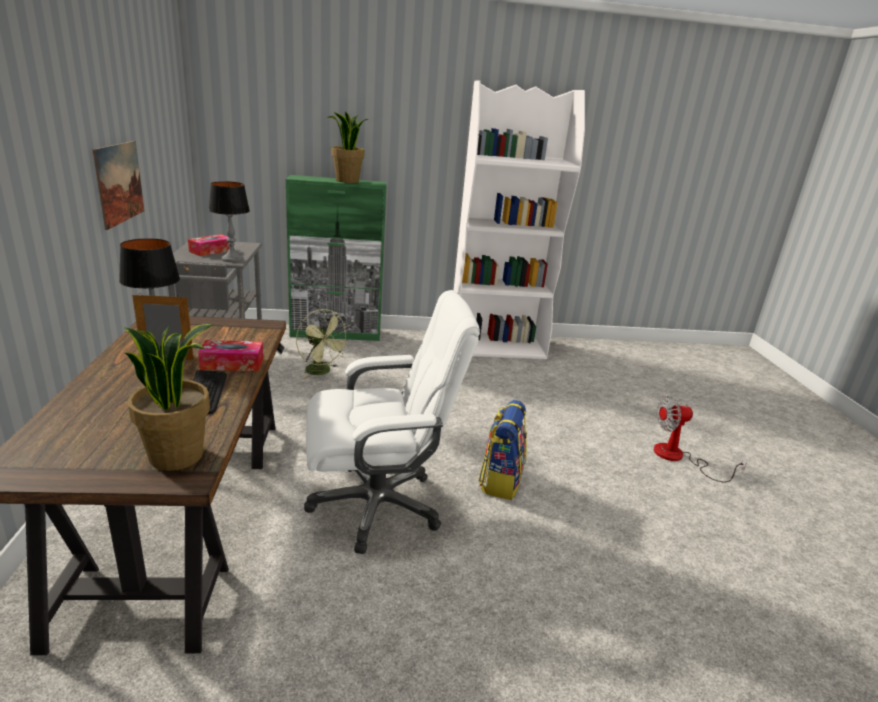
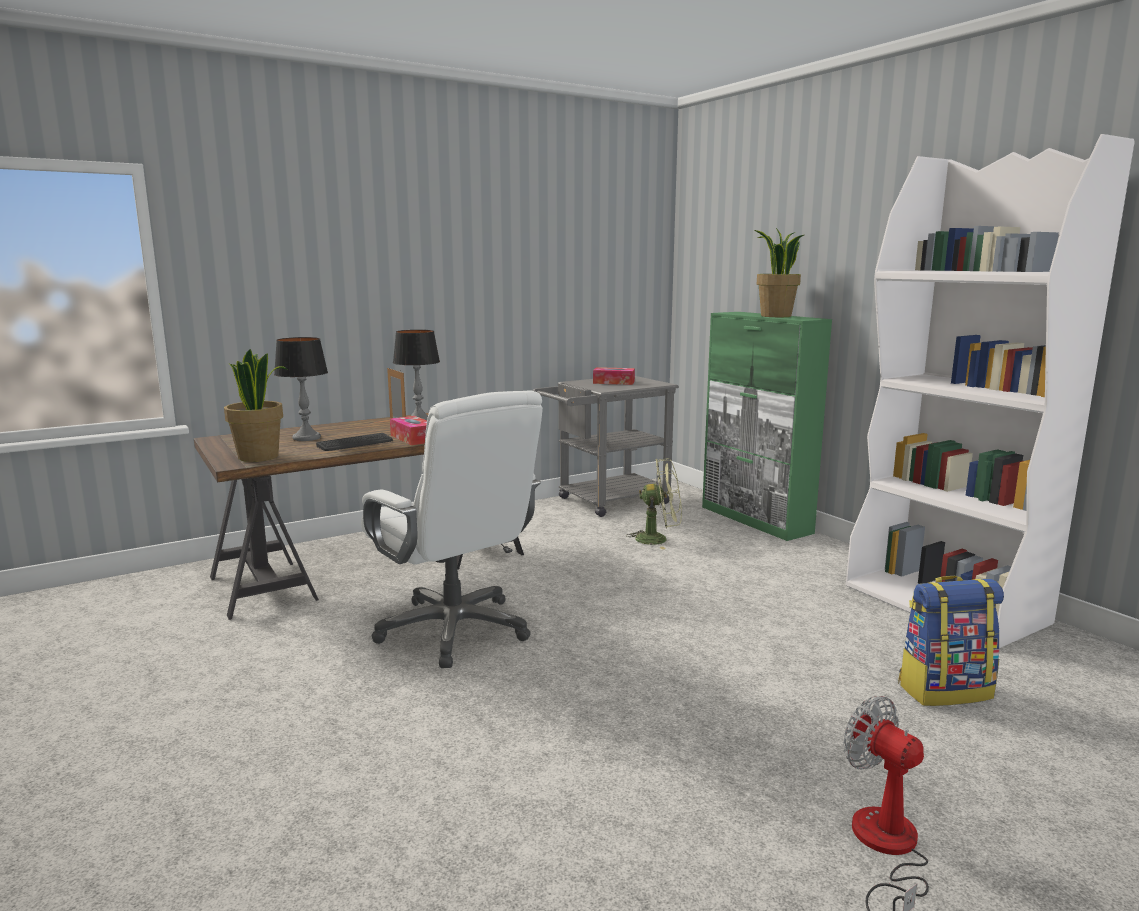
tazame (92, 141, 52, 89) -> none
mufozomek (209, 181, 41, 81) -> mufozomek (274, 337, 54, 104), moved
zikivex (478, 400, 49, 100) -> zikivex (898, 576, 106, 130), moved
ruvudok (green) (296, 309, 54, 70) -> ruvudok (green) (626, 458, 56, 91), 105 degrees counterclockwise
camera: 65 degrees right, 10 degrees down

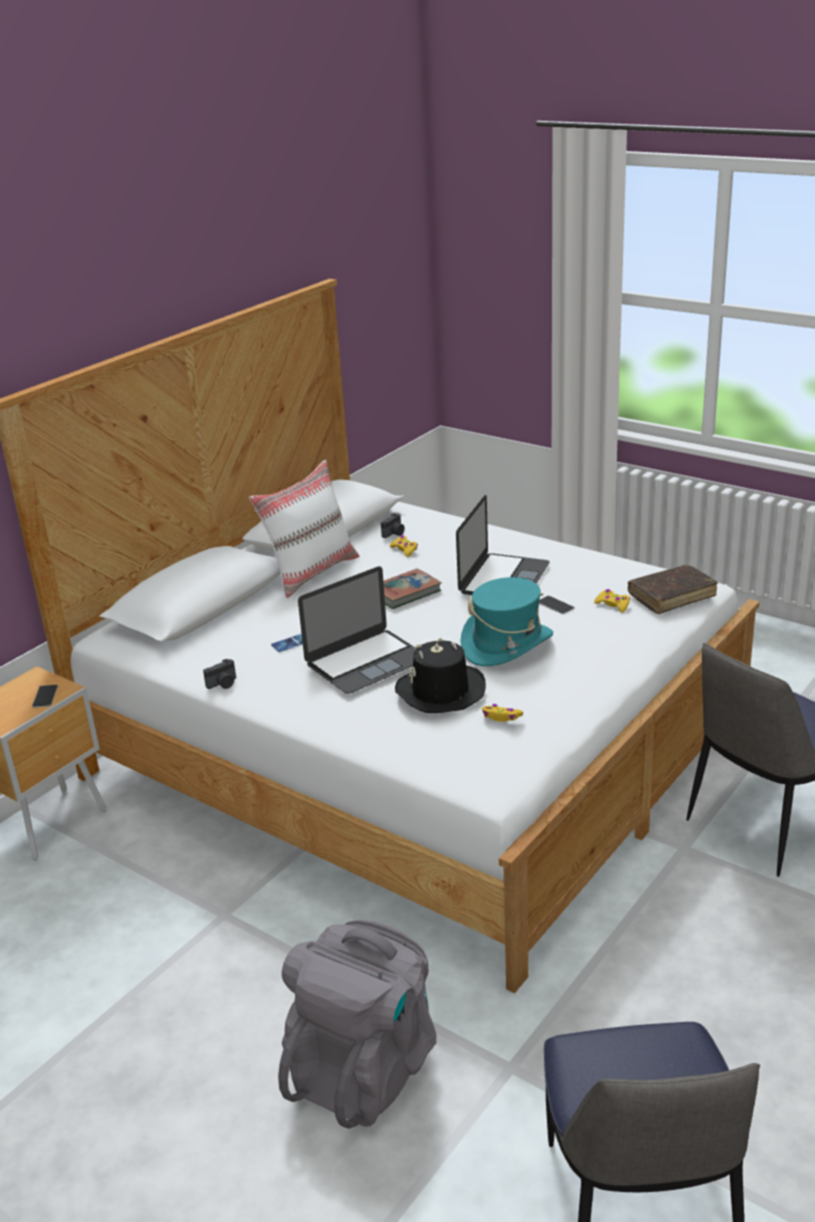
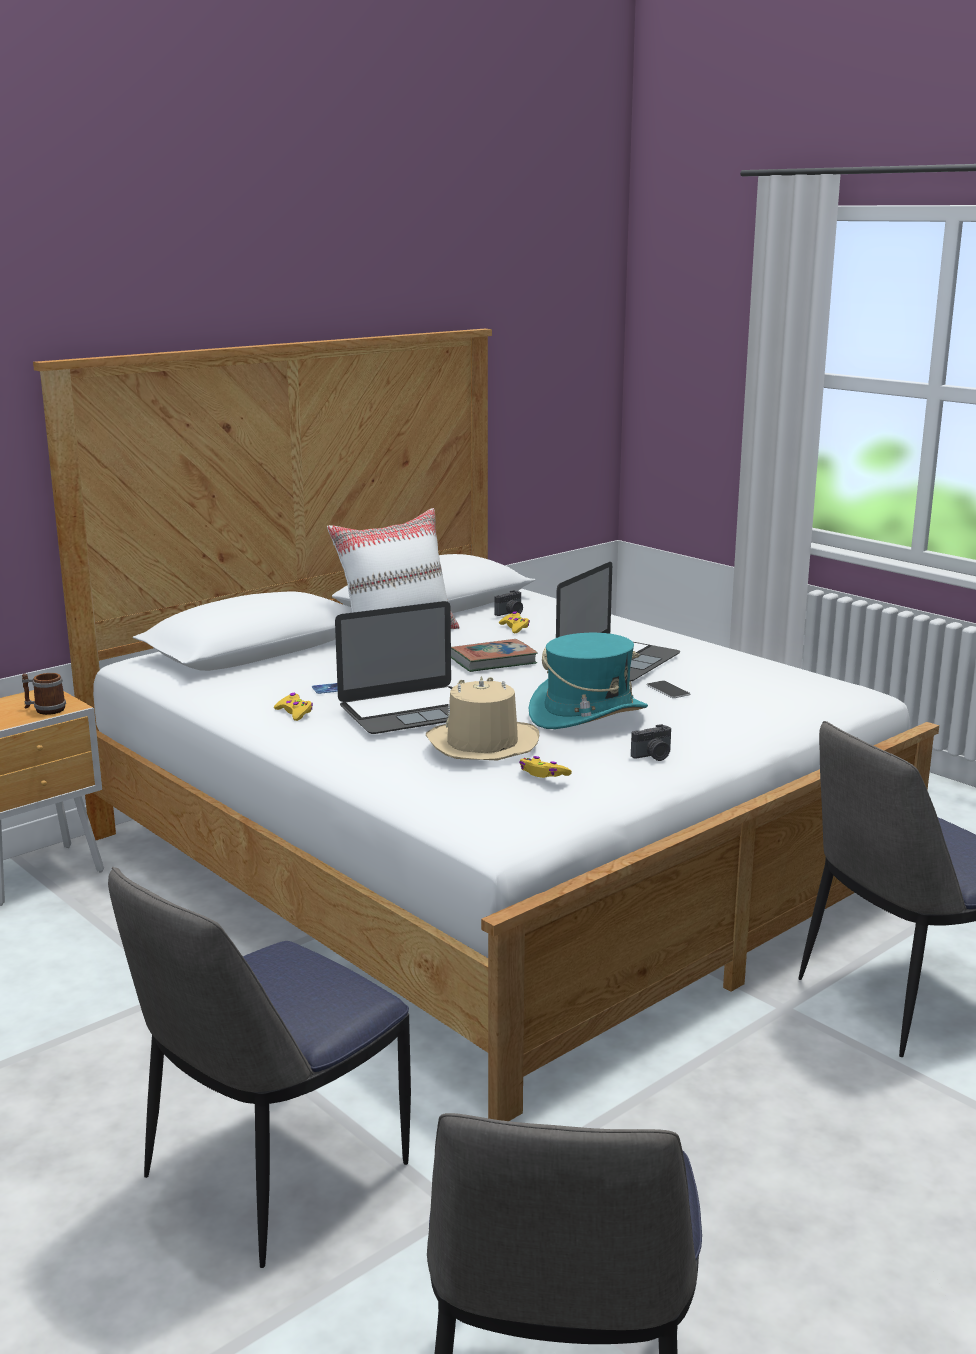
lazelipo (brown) (628, 565, 90, 49) -> none
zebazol (203, 659, 33, 30) -> zebazol (631, 724, 40, 37), moved
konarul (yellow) (594, 589, 36, 24) -> konarul (yellow) (274, 693, 39, 28), moved
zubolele (32, 685, 26, 23) -> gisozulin (22, 673, 44, 42)
zikivex (grey) (278, 920, 159, 209) -> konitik (108, 867, 303, 401)
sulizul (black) (395, 638, 91, 75) -> sulizul (beige) (426, 676, 113, 85)
camera: 10 degrees right, 10 degrees down

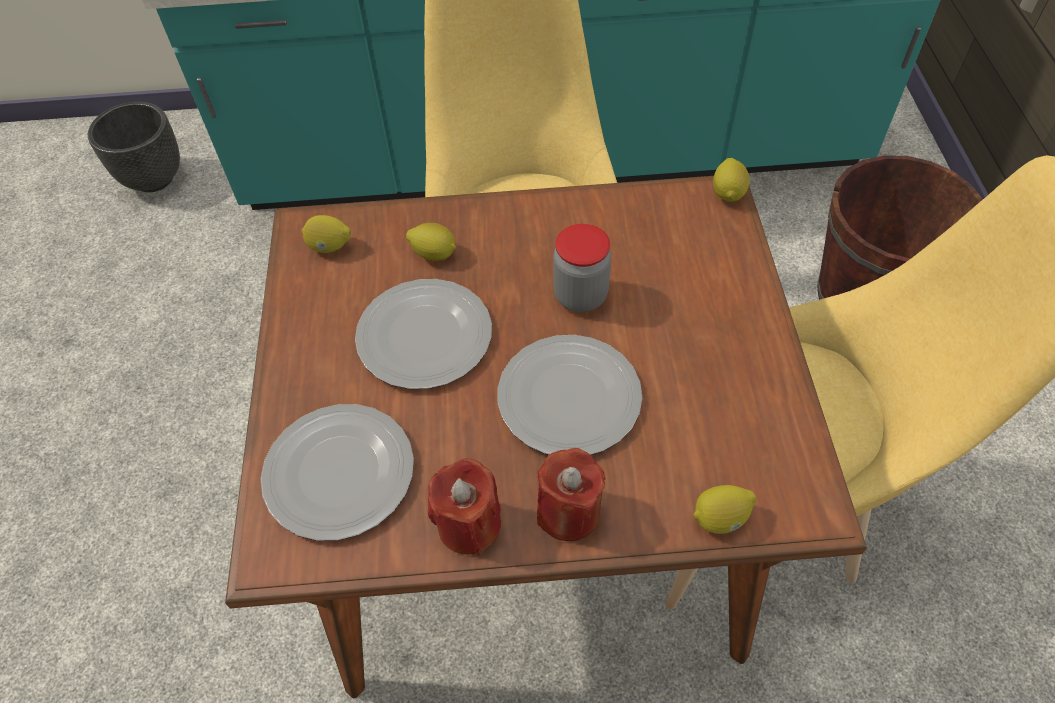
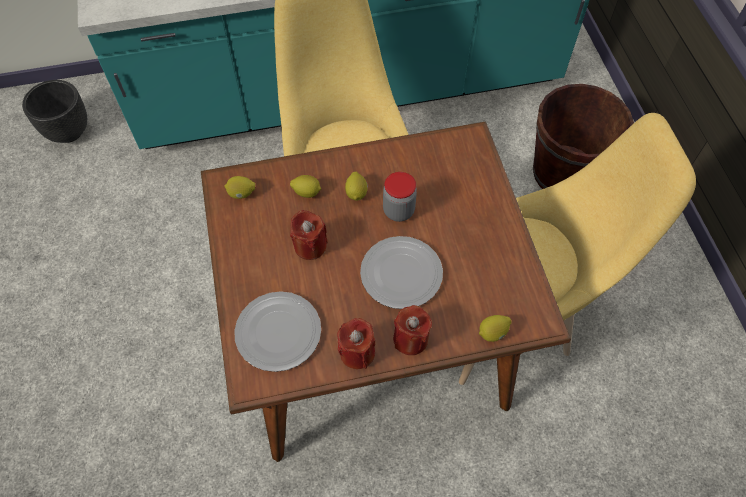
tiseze (713, 158, 37, 44) -> tiseze (345, 172, 23, 29), moved
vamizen (355, 279, 137, 110) -> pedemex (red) (290, 210, 38, 50)
camera: 10 degrees left, 5 degrees up

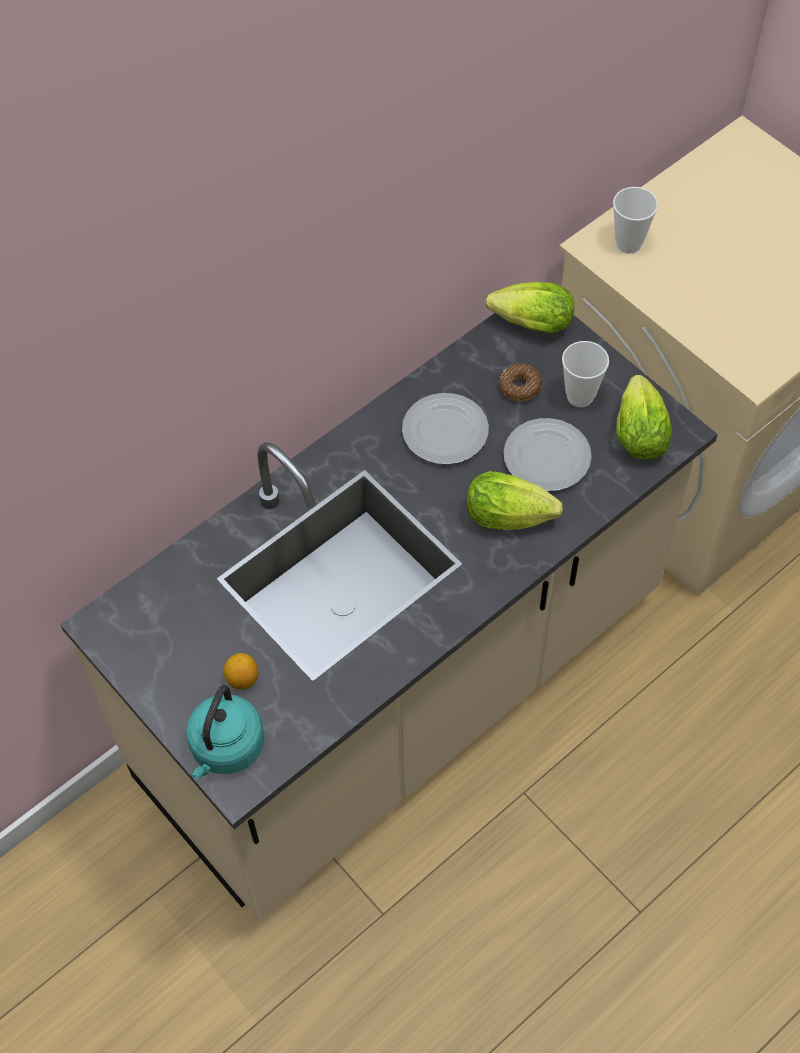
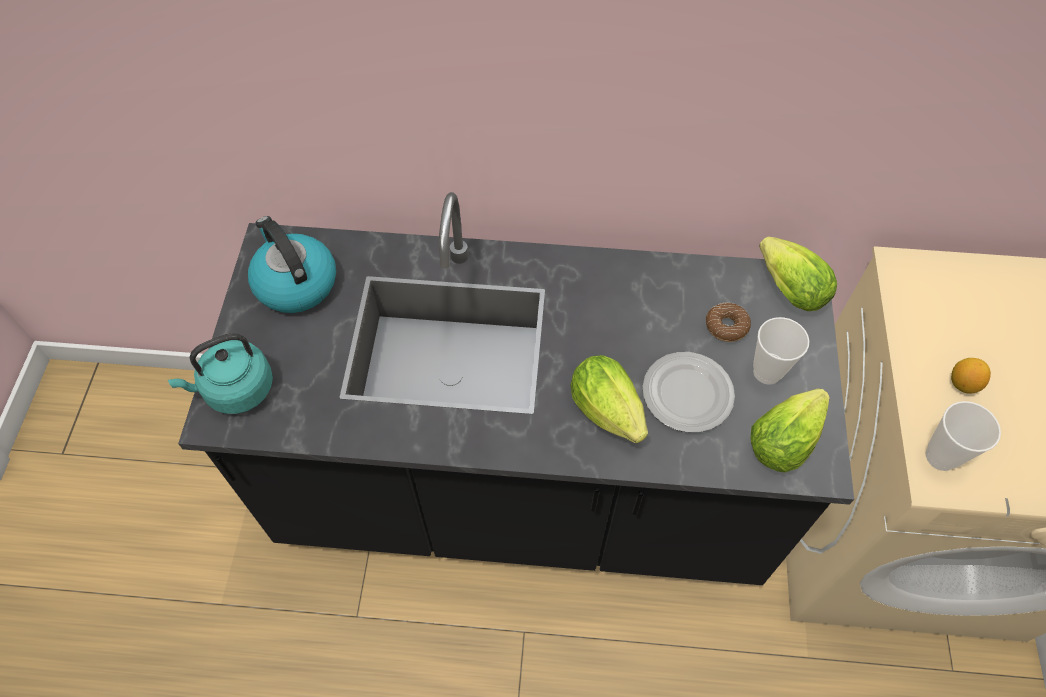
vamizen (402, 393, 87, 72) -> none
none -> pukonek (248, 216, 88, 97)
tiseze (223, 653, 35, 37) -> tiseze (951, 358, 40, 36), moved
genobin (613, 187, 45, 67) -> genobin (926, 401, 75, 70), moved
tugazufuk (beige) (60, 313, 658, 608) -> tugazufuk (black) (178, 192, 676, 393)
camera: 45 degrees right, 0 degrees up

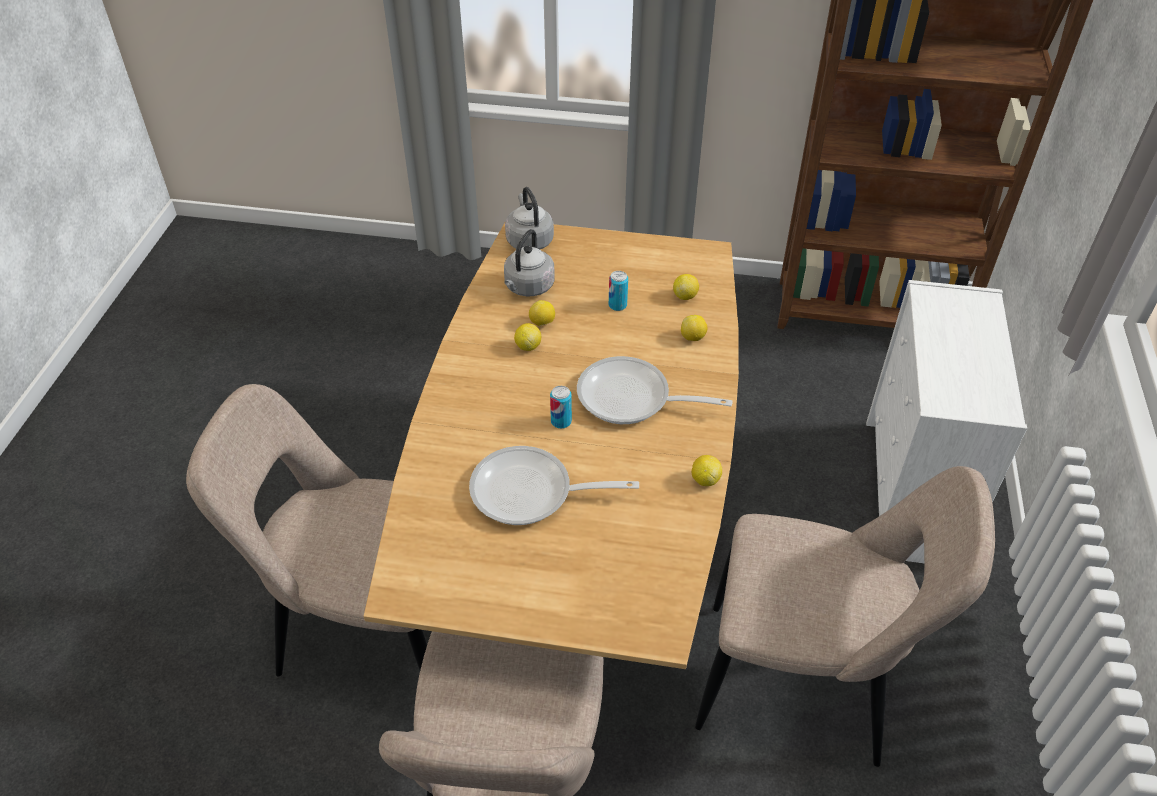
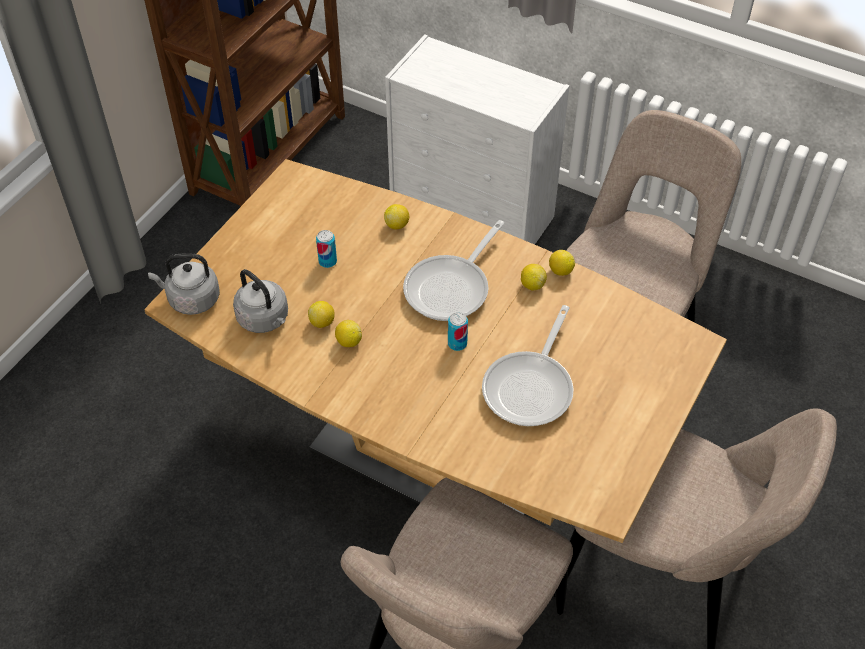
tiseze (673, 274, 26, 26) -> tiseze (521, 264, 26, 26), moved
camera: 70 degrees left, 5 degrees up

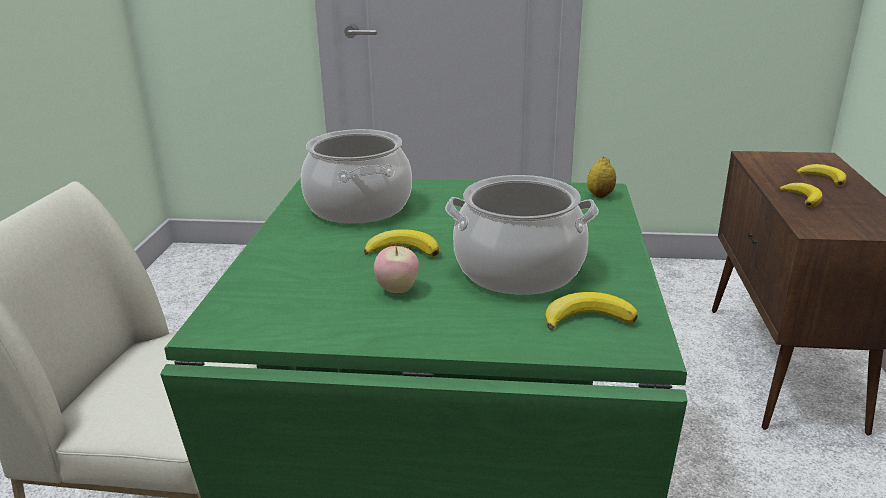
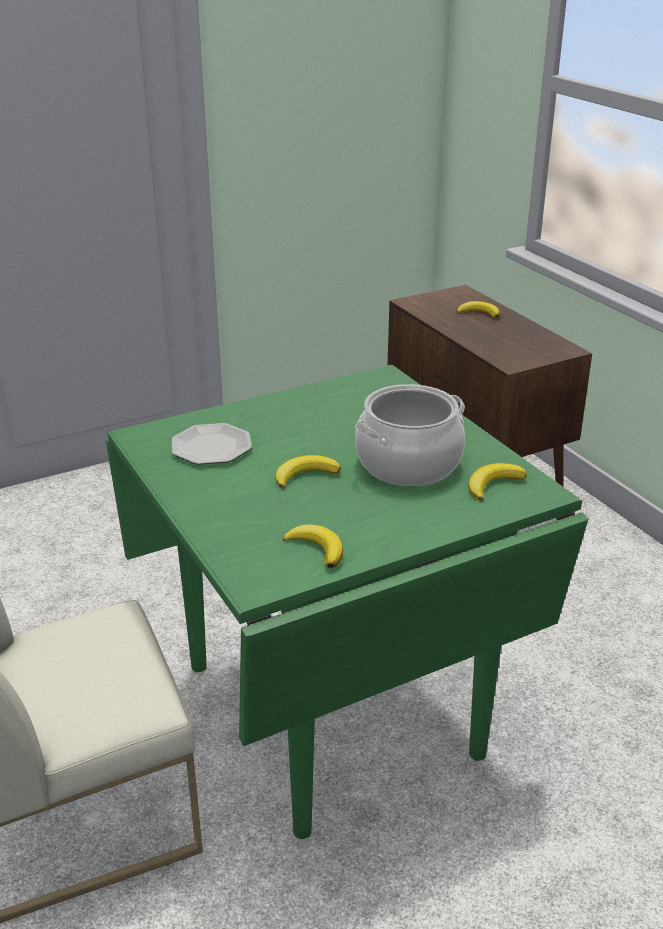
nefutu (374, 244, 45, 49) -> none
tiseze (587, 157, 29, 41) -> none
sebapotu (779, 183, 44, 24) -> sebapotu (283, 524, 60, 44), moved
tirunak (301, 129, 111, 94) -> vamizen (172, 423, 80, 42)
camera: 35 degrees left, 5 degrees up

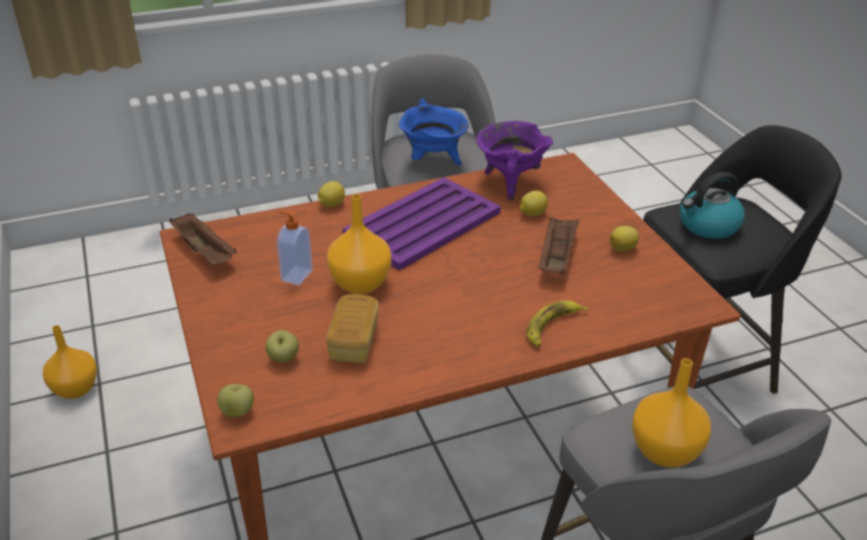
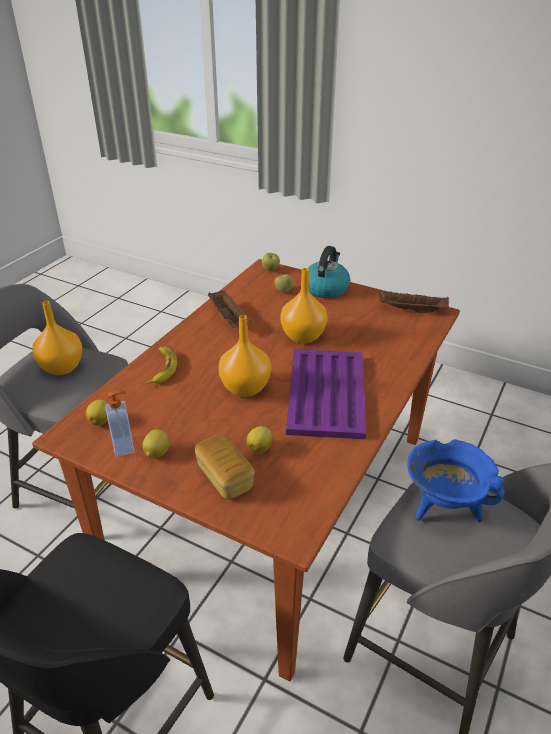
tirunak (purple) (476, 121, 77, 79) -> none
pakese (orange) (43, 325, 54, 74) -> pakese (orange) (218, 315, 53, 82), moved
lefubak (277, 210, 36, 76) -> lefubak (105, 390, 30, 67), moved
tiseze (318, 181, 27, 26) -> tiseze (86, 400, 22, 26), moved
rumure (326, 294, 53, 69) -> rumure (195, 434, 60, 65), moved
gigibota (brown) (538, 217, 41, 57) -> gigibota (brown) (208, 290, 44, 38), moved
pukonek (680, 172, 65, 67) -> pukonek (308, 246, 42, 52), moved
camera: 140 degrees right, 0 degrees up

